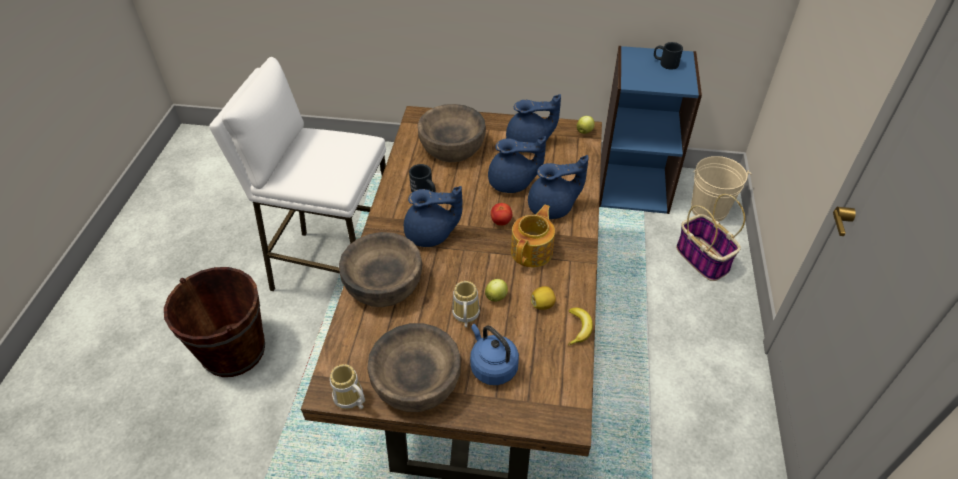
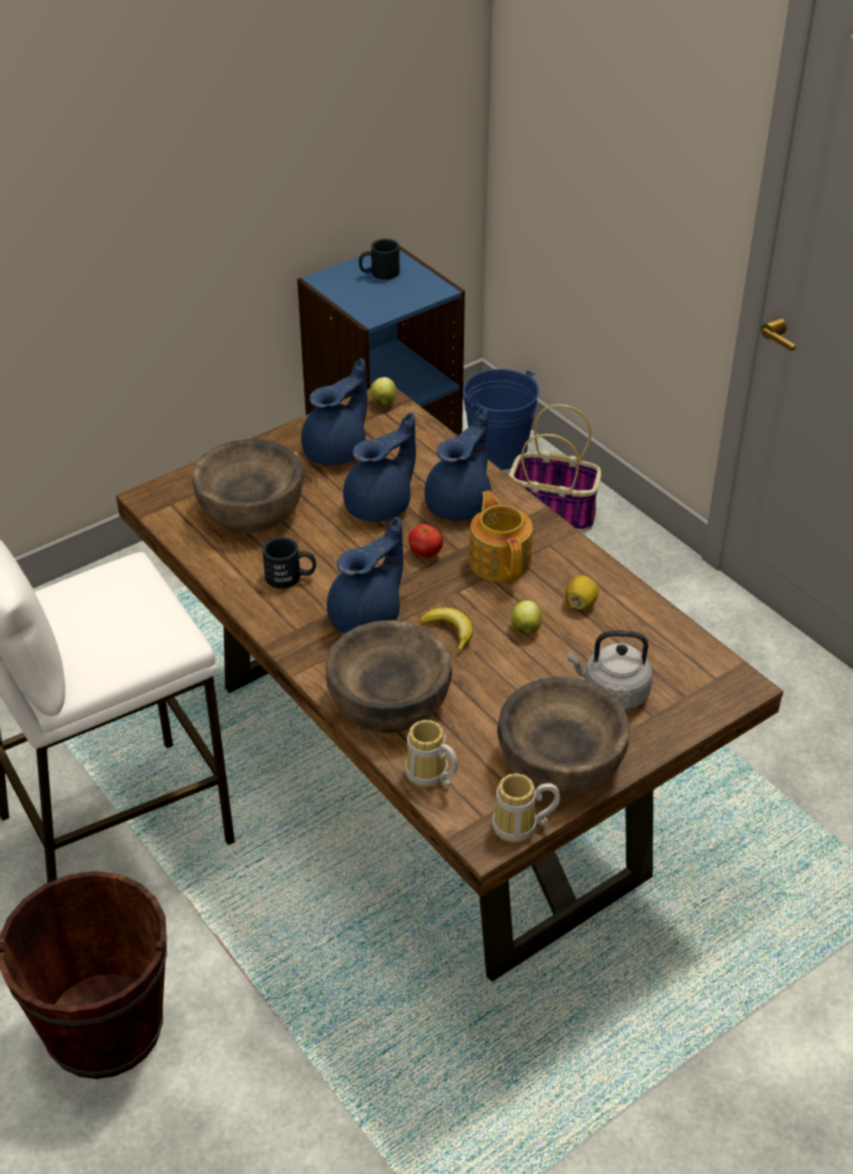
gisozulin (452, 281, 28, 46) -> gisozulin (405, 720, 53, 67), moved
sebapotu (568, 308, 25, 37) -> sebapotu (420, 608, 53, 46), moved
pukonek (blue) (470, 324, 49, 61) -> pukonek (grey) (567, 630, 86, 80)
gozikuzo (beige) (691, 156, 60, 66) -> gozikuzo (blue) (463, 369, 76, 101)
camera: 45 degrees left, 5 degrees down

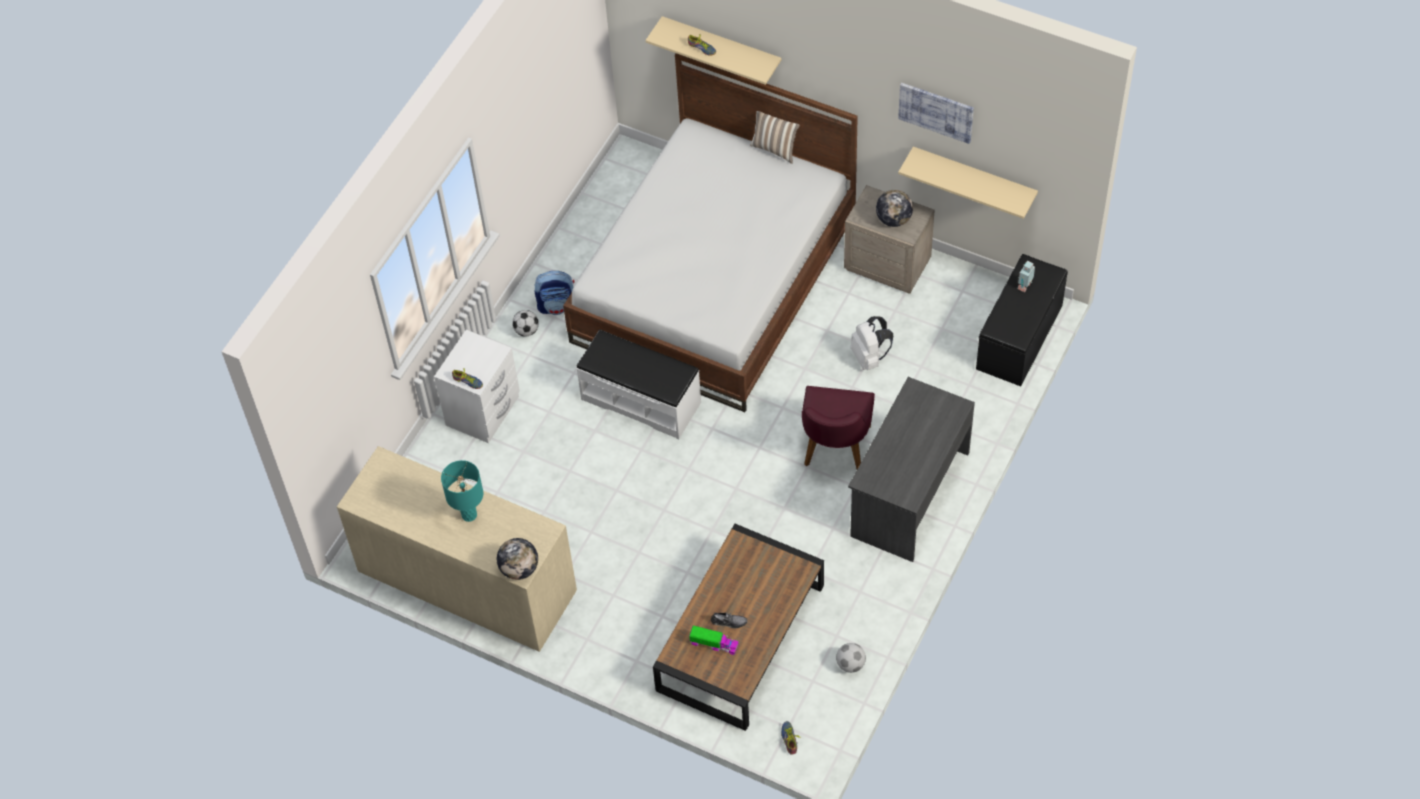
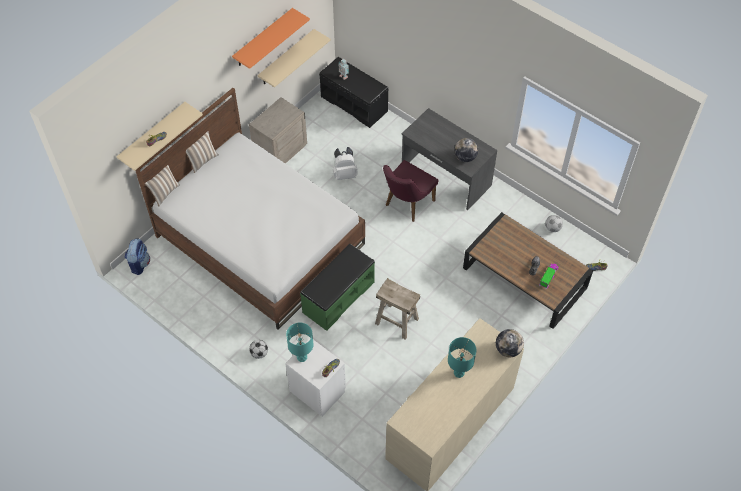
none -> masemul (145, 165, 35, 41)
none -> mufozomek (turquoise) (286, 323, 28, 39)
none -> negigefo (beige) (375, 278, 45, 62)
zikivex (534, 271, 41, 44) -> zikivex (124, 238, 26, 37), moved
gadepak (876, 190, 37, 37) -> gadepak (454, 138, 24, 24), moved
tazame (898, 83, 76, 61) -> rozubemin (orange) (232, 8, 78, 61)
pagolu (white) (576, 330, 125, 109) -> pagolu (green) (300, 244, 75, 87)
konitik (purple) (802, 386, 73, 83) -> konitik (purple) (383, 160, 56, 62), 105 degrees clockwise
camera: 80 degrees left, 0 degrees up

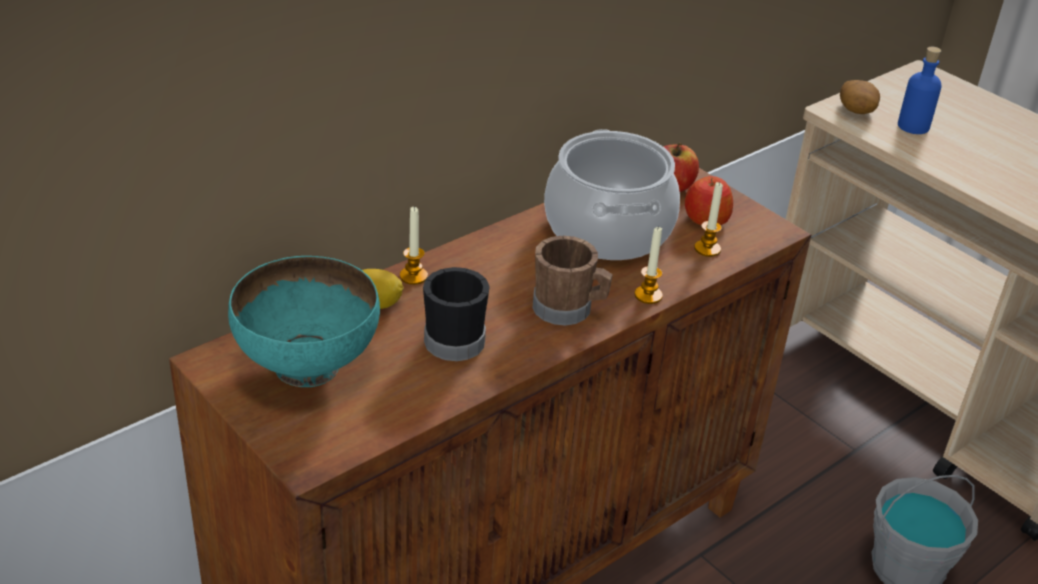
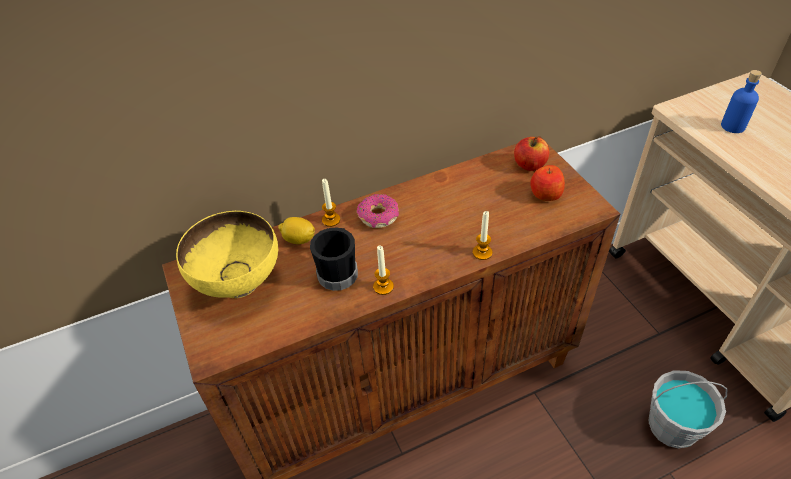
gisozulin (brown) (533, 236, 80, 89) -> none
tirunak (544, 129, 136, 131) -> none
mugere (840, 80, 40, 34) -> none
none -> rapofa (357, 194, 42, 34)
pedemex (694, 182, 29, 75) -> pedemex (373, 245, 21, 50), moved
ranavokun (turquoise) (228, 256, 152, 131) -> ranavokun (yellow) (176, 211, 102, 87)
camera: 20 degrees right, 10 degrees up

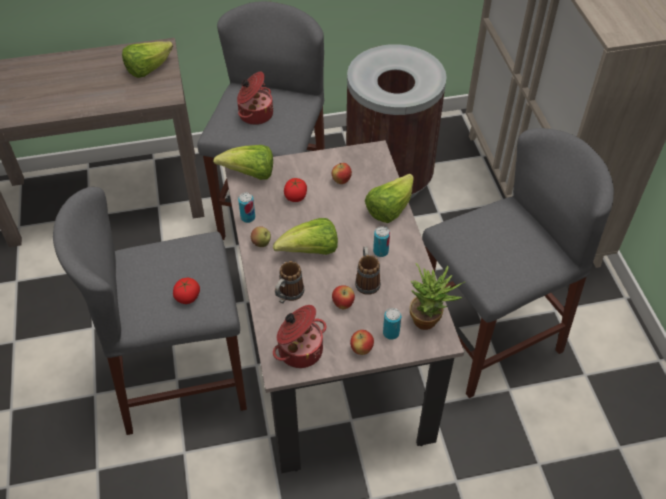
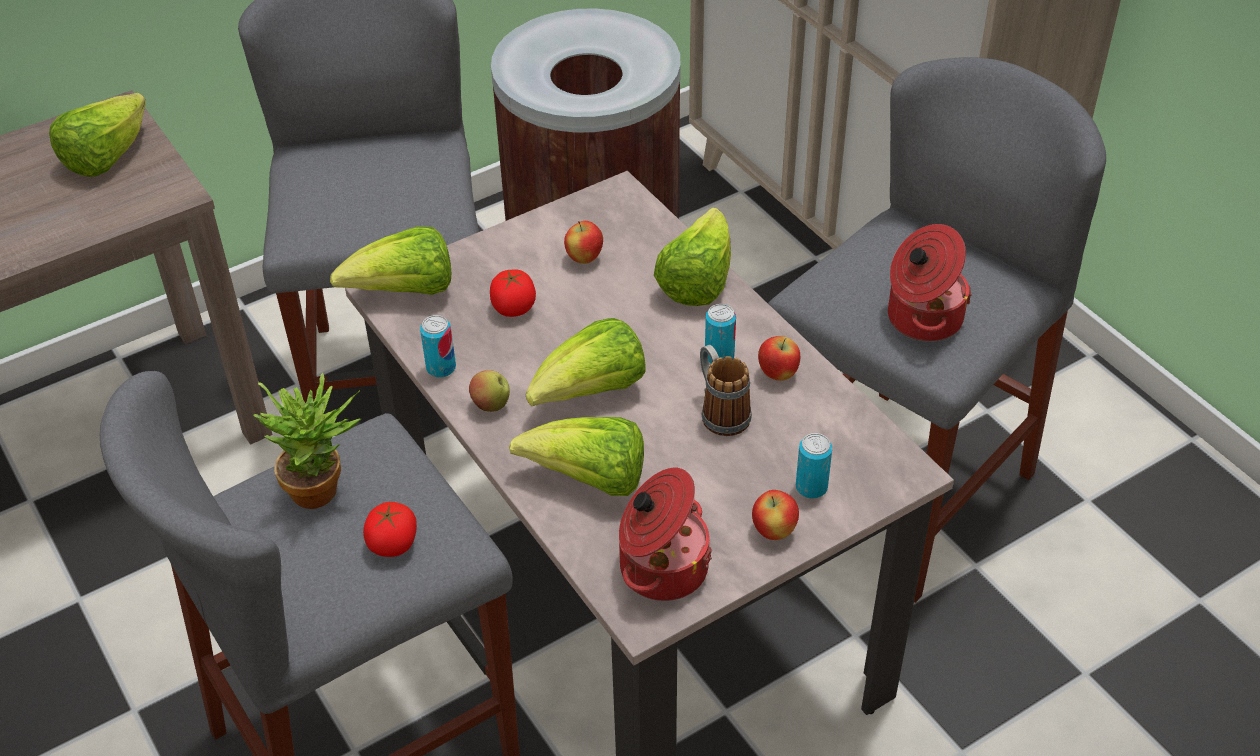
tirunak (237, 72, 36, 53) -> tirunak (888, 224, 84, 118), moved
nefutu (332, 285, 23, 24) -> nefutu (758, 336, 42, 45), moved
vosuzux (410, 263, 55, 67) -> vosuzux (253, 372, 108, 137), moved
gisozulin (275, 261, 30, 42) -> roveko (509, 417, 135, 79)
camera: 20 degrees left, 5 degrees down

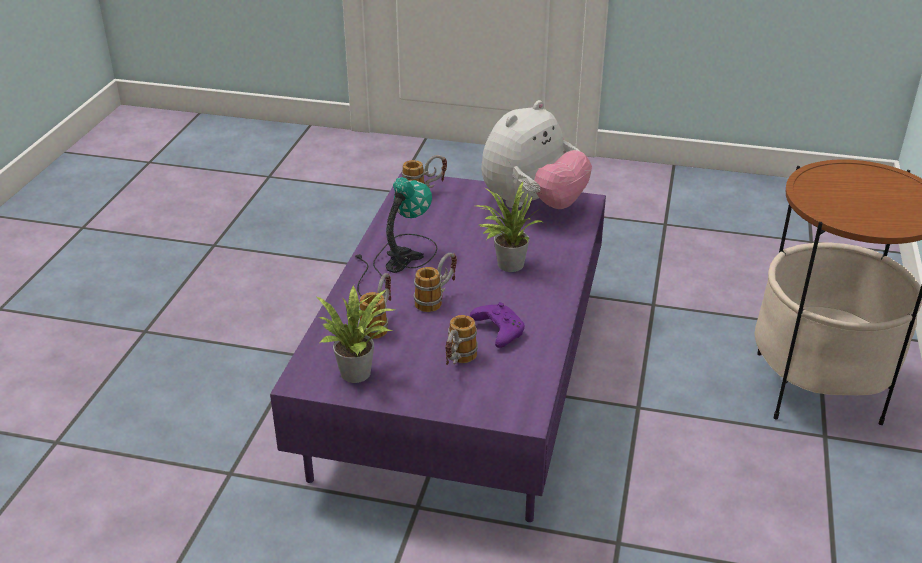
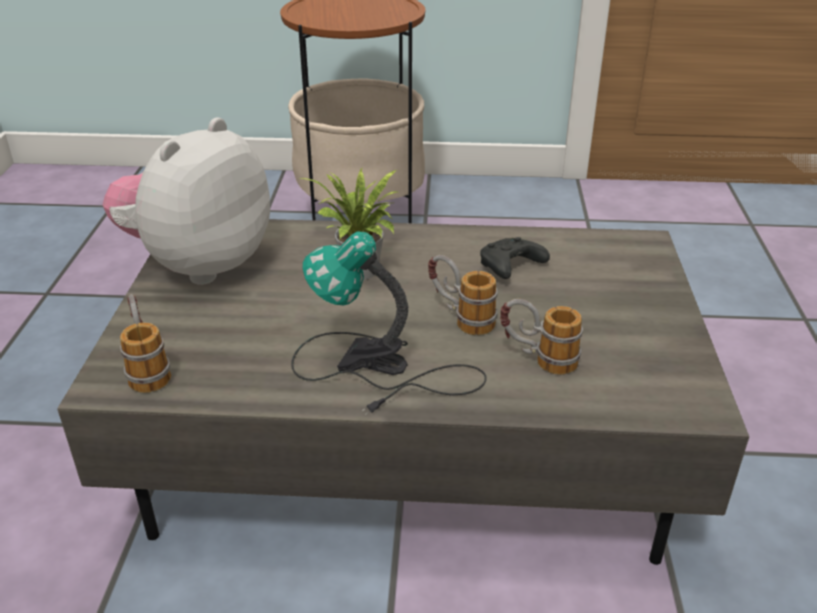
vosuzux (317, 285, 78, 98) -> none
gisozulin (445, 315, 33, 50) -> none
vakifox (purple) (270, 172, 336, 350) -> vakifox (grey) (57, 219, 692, 346)
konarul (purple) (470, 302, 55, 46) -> konarul (black) (480, 237, 70, 42)
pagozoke (481, 100, 111, 109) -> pagozoke (103, 117, 167, 168), 90 degrees counterclockwise
camera: 100 degrees left, 0 degrees up

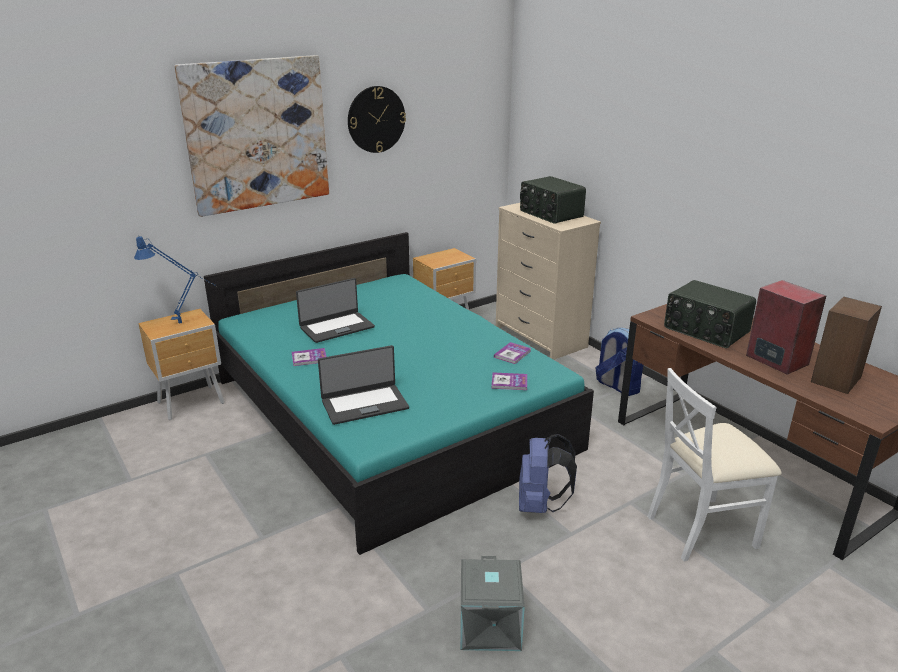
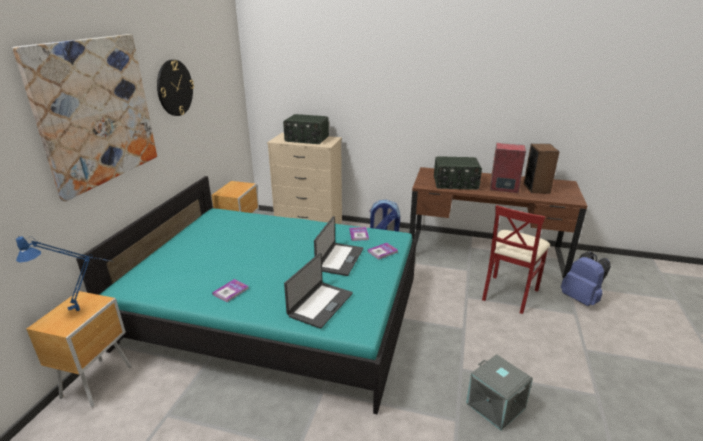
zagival (296, 278, 79, 65) -> zagival (314, 216, 50, 60), moved
zikivex (blue) (519, 434, 58, 79) -> zikivex (blue) (561, 252, 50, 54), moved
konitik (white) (647, 368, 135, 193) -> konitik (red) (482, 205, 68, 109)
camera: 40 degrees left, 0 degrees up

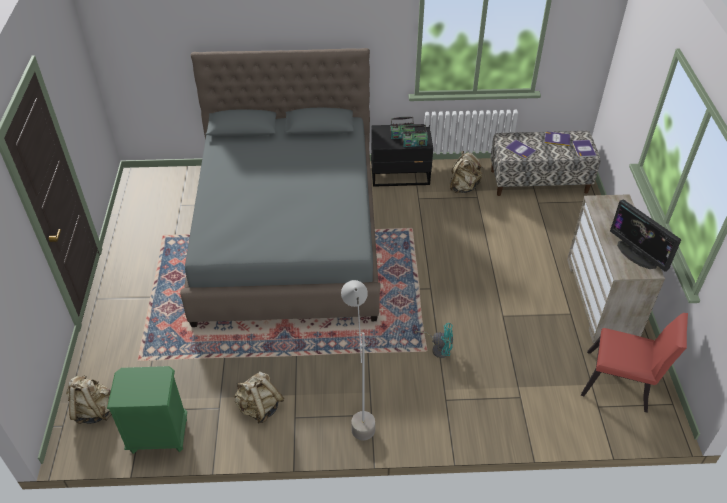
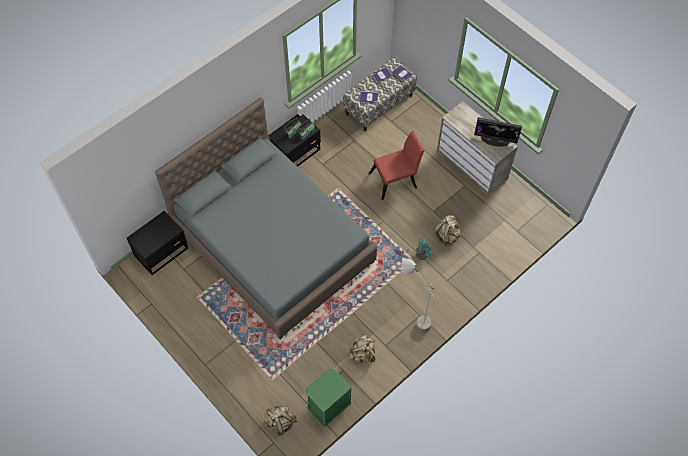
none -> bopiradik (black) (127, 211, 61, 64)
zikivex (beige) (450, 151, 33, 42) -> zikivex (beige) (434, 215, 26, 31), moved
konitik (red) (581, 313, 107, 100) -> konitik (red) (369, 130, 55, 70), moved
camera: 40 degrees left, 15 degrees up

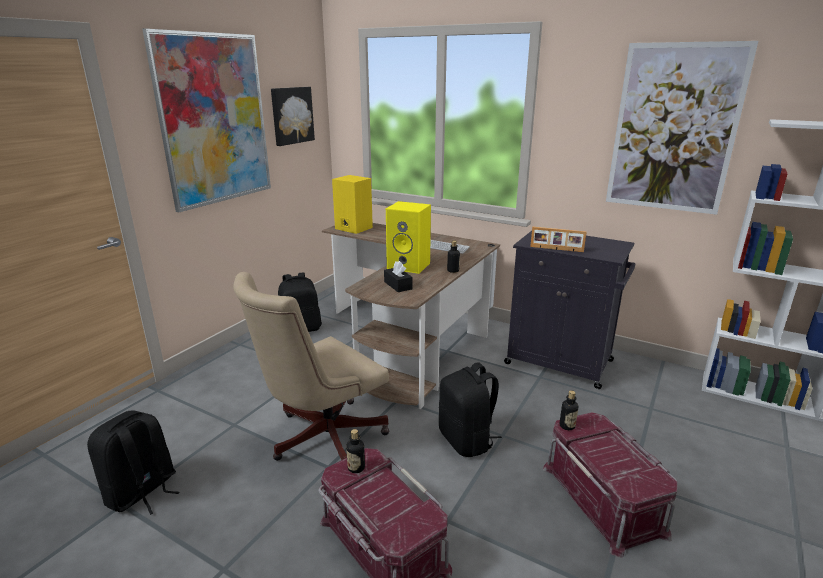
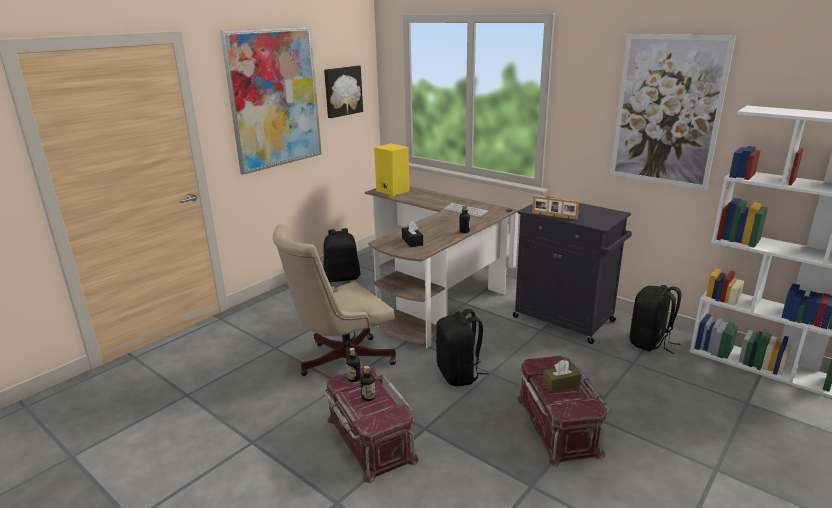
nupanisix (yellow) (386, 201, 45, 73) -> none
none -> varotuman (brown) (543, 360, 39, 32)
zikivex (black) (87, 410, 93, 105) -> zikivex (black) (630, 285, 51, 69), moved
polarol (559, 390, 19, 40) -> polarol (360, 366, 16, 35), moved
camera: 10 degrees right, 0 degrees up

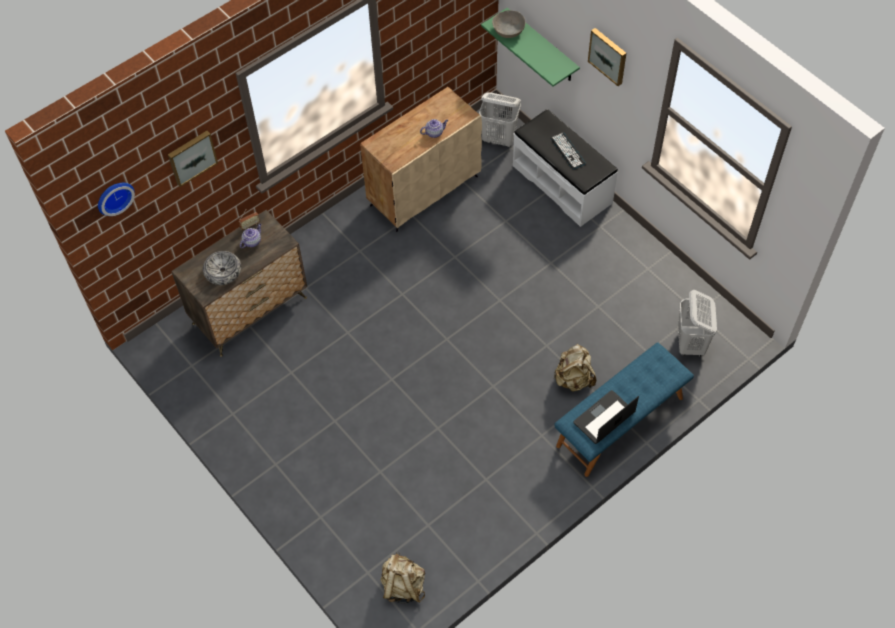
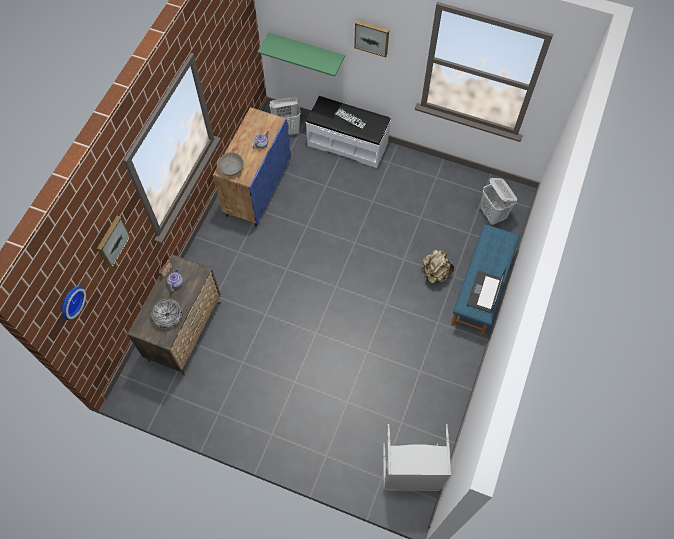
ranavokun (grey) (492, 10, 33, 28) -> ranavokun (grey) (217, 152, 27, 24), moved
zikivex (beige) (380, 552, 45, 51) -> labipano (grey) (383, 424, 68, 67)
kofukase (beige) (360, 87, 122, 145) -> kofukase (blue) (213, 107, 78, 120)
camera: 30 degrees left, 5 degrees up

